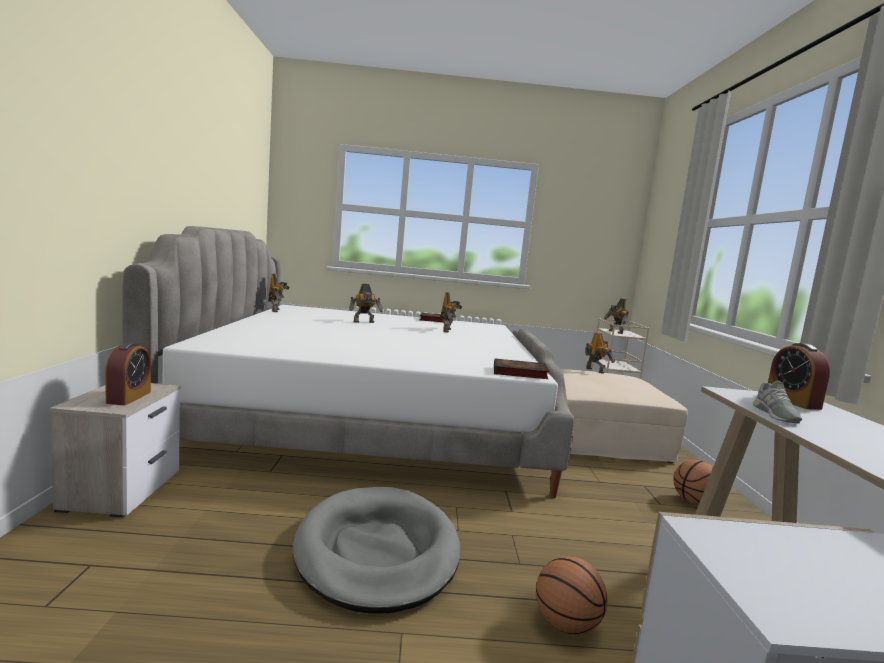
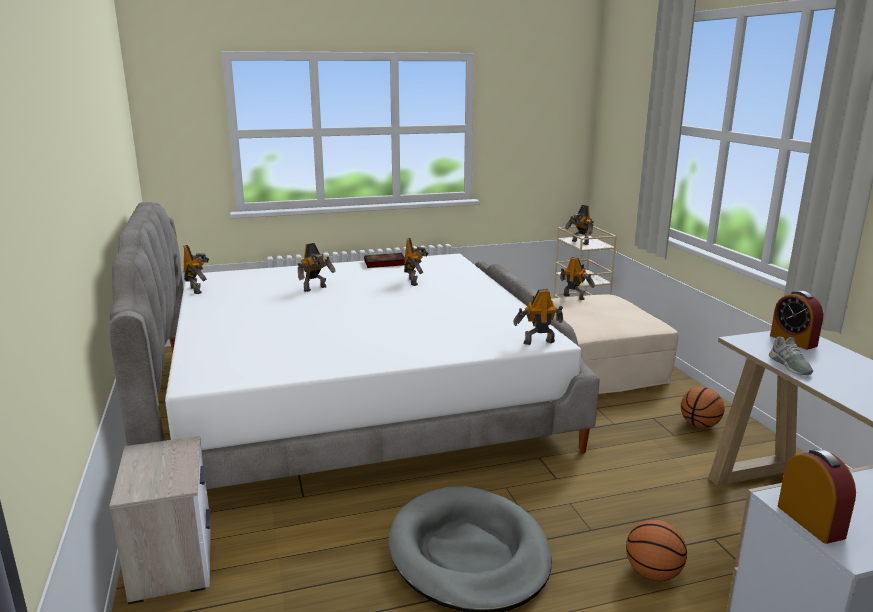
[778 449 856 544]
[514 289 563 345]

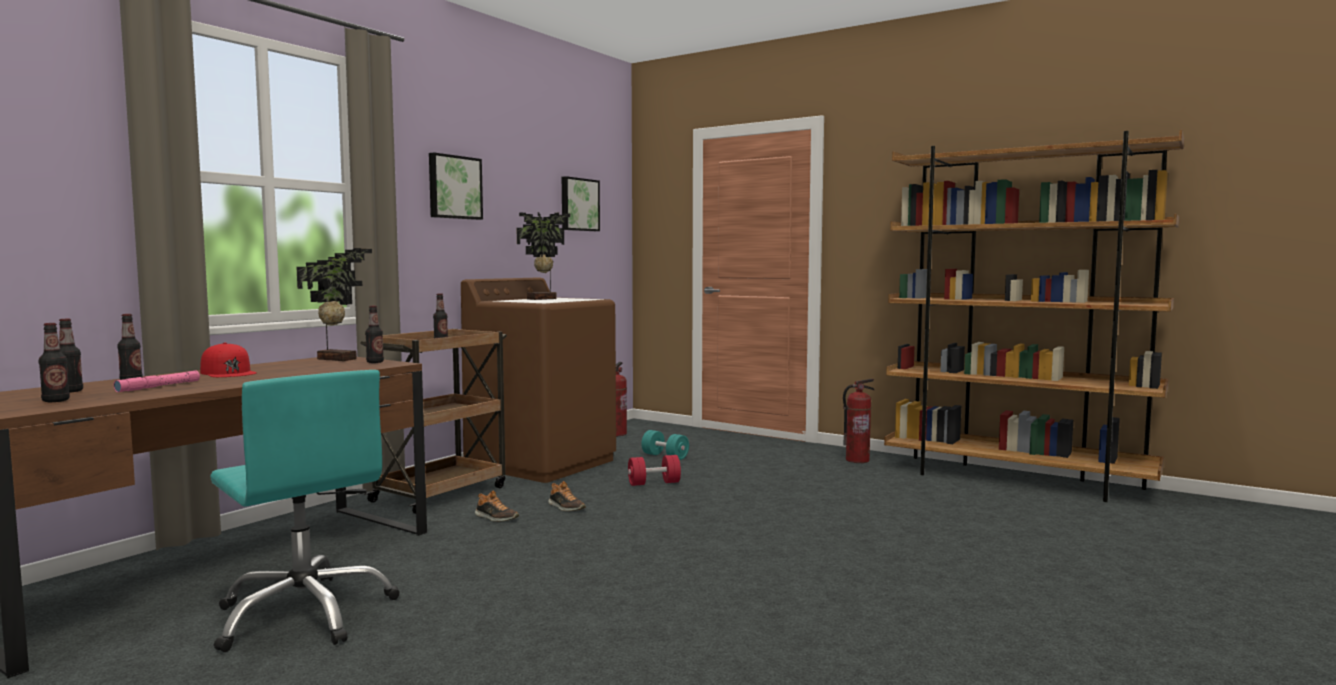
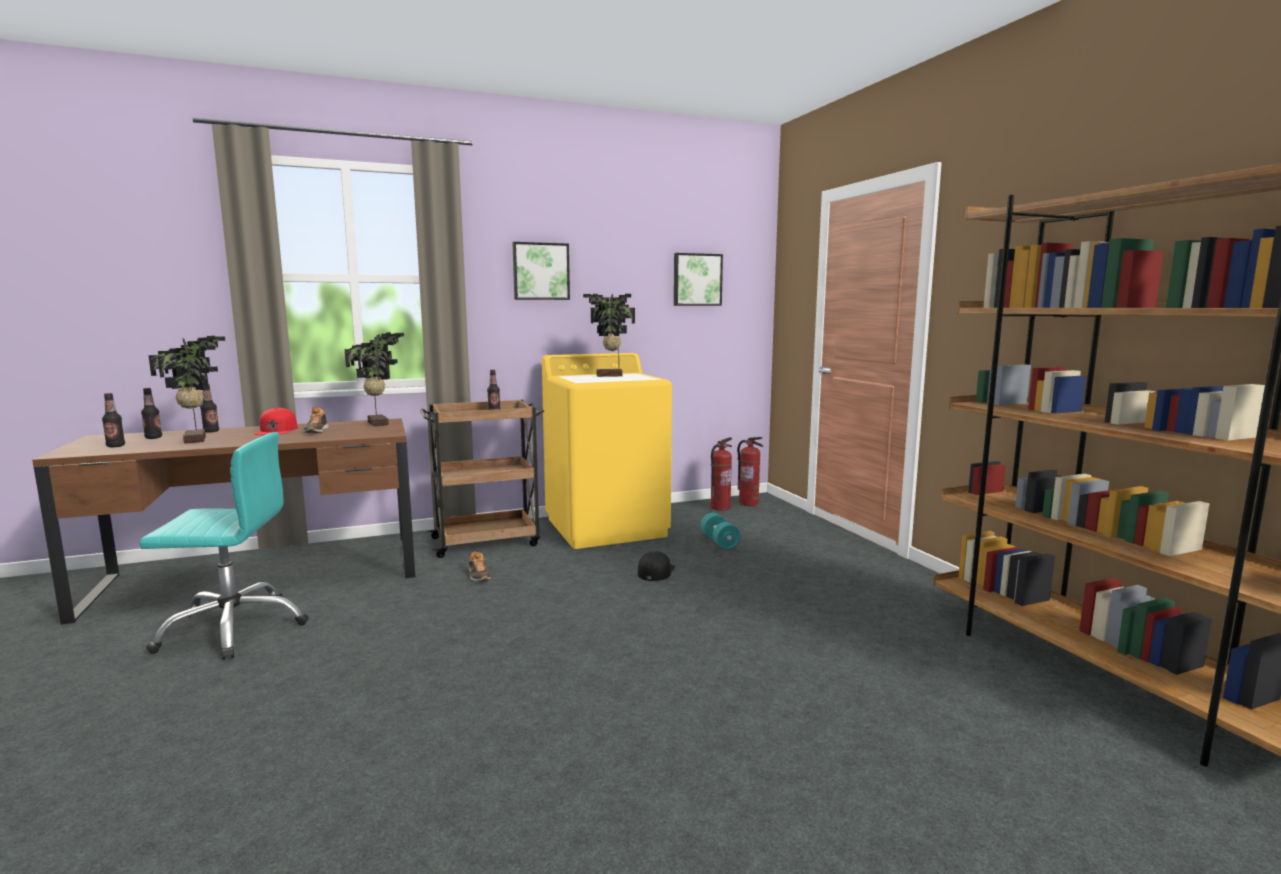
[542 353 672 549]
[365 306 384 363] (first image)
[148 336 226 444]
[139 432 309 660]
[737 437 763 506]
[638 551 675 581]
[304 406 329 433]

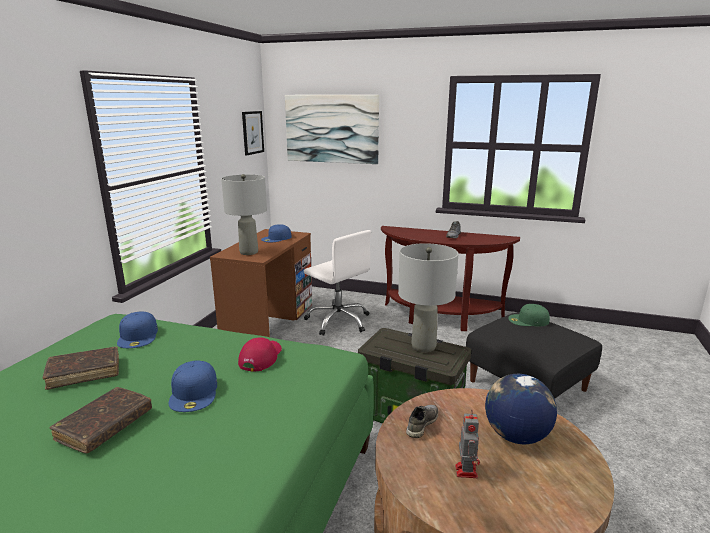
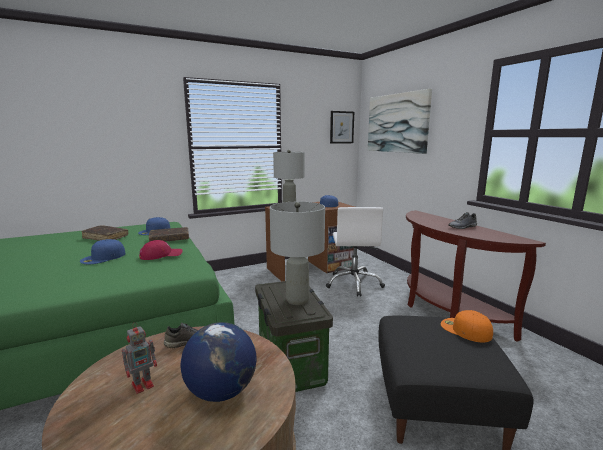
[441 310 493 343]
[149 227 189 242]

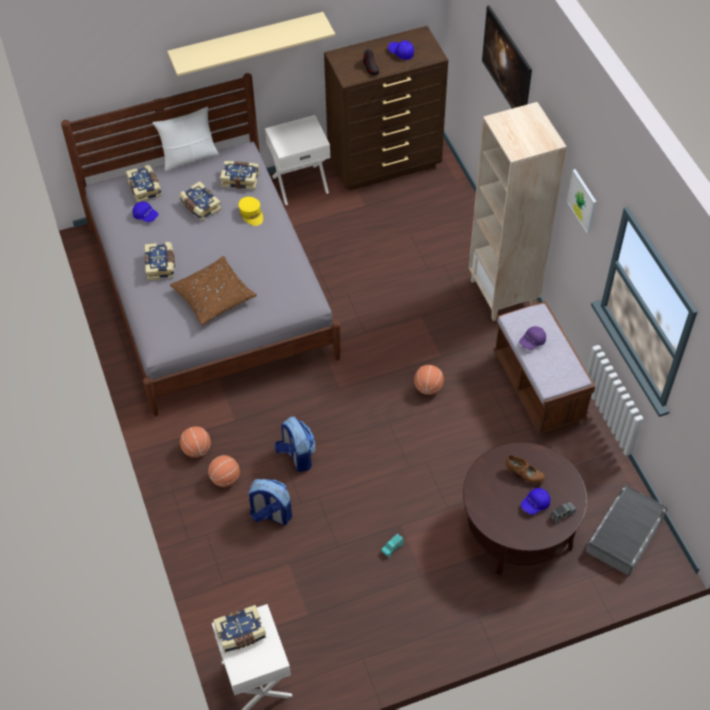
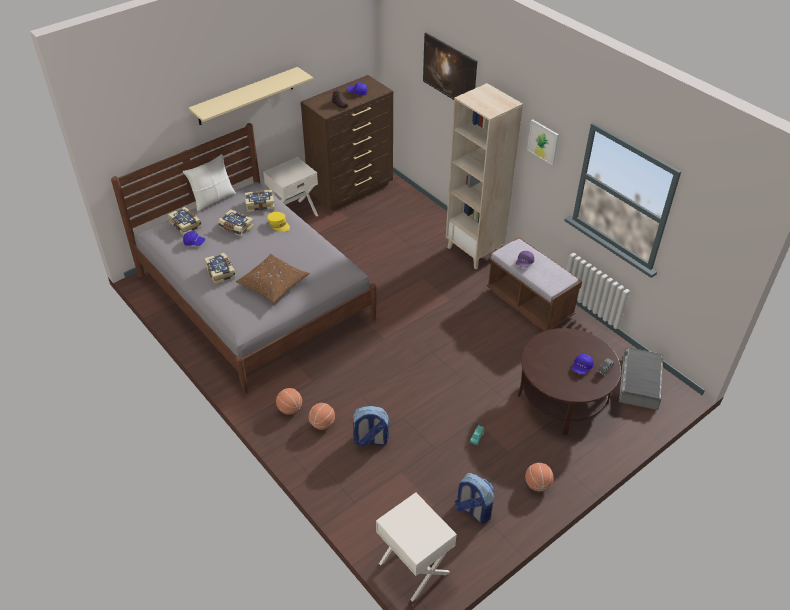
[525 463 554 492]
[455 473 494 524]
[506 455 545 483] (first image)
[213 605 267 653] (first image)

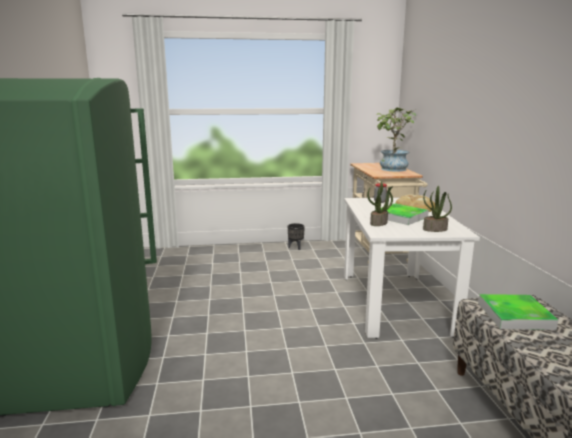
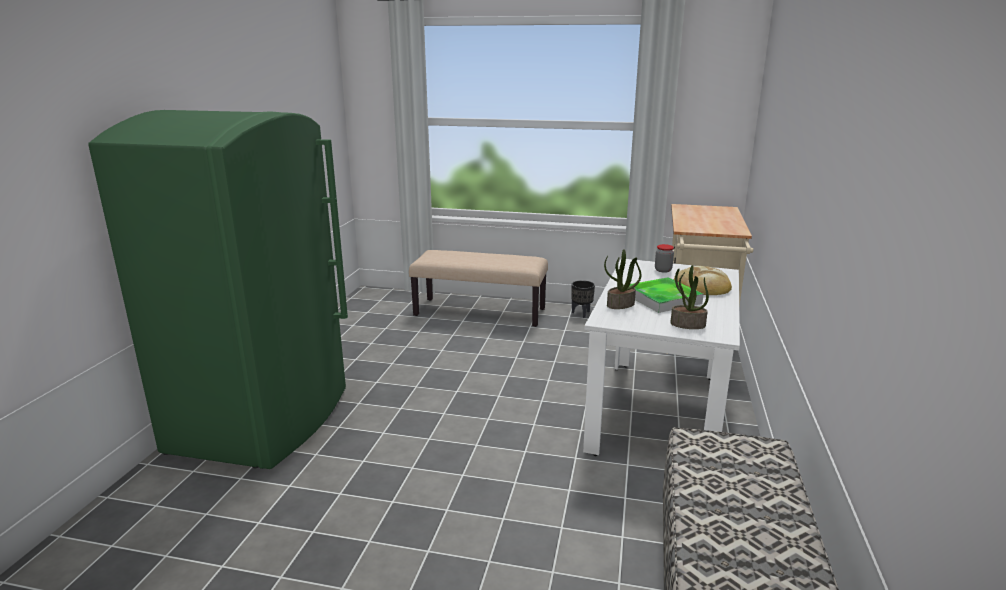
[376 108 416 171] (first image)
[478 294 558 330] (first image)
[409 250 548 327]

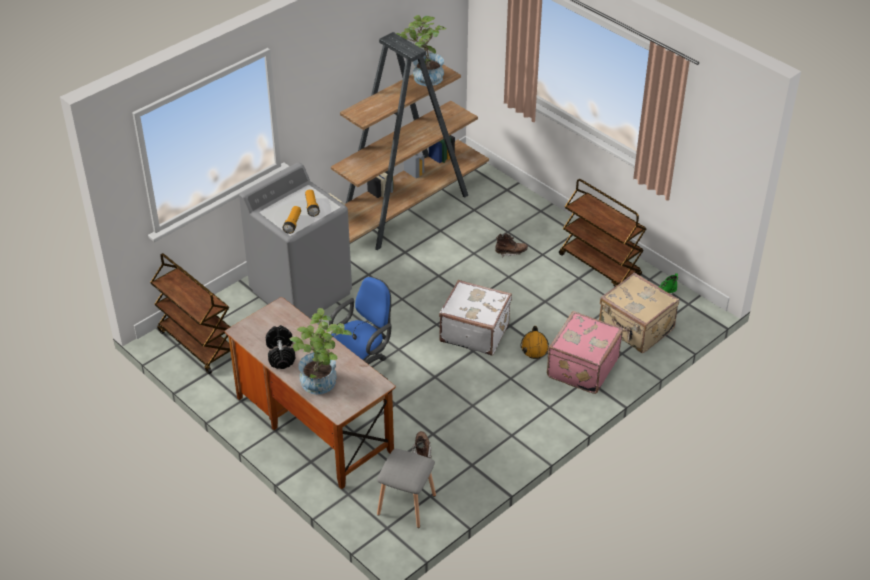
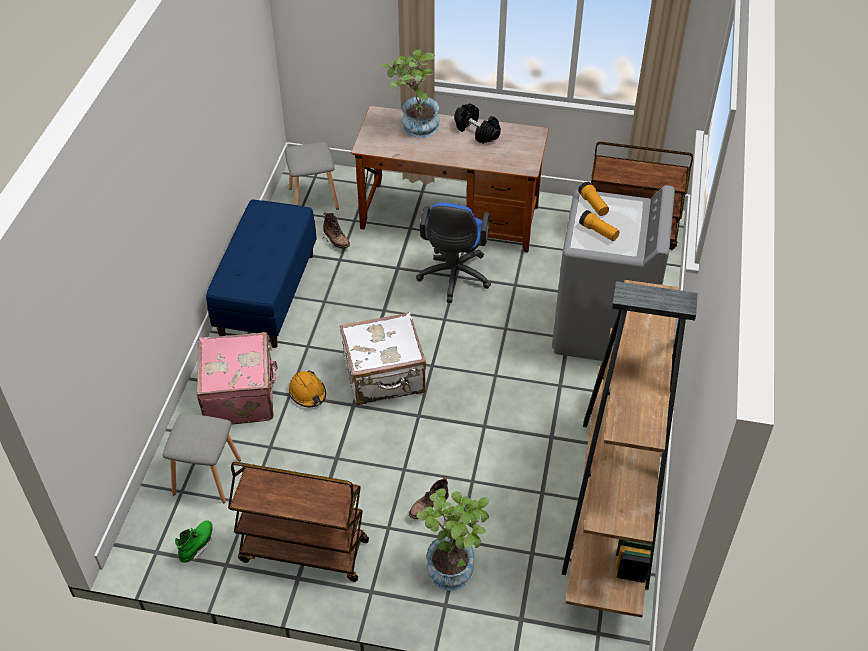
[416 489 489 591]
[163 413 241 503]
[206 200 317 348]

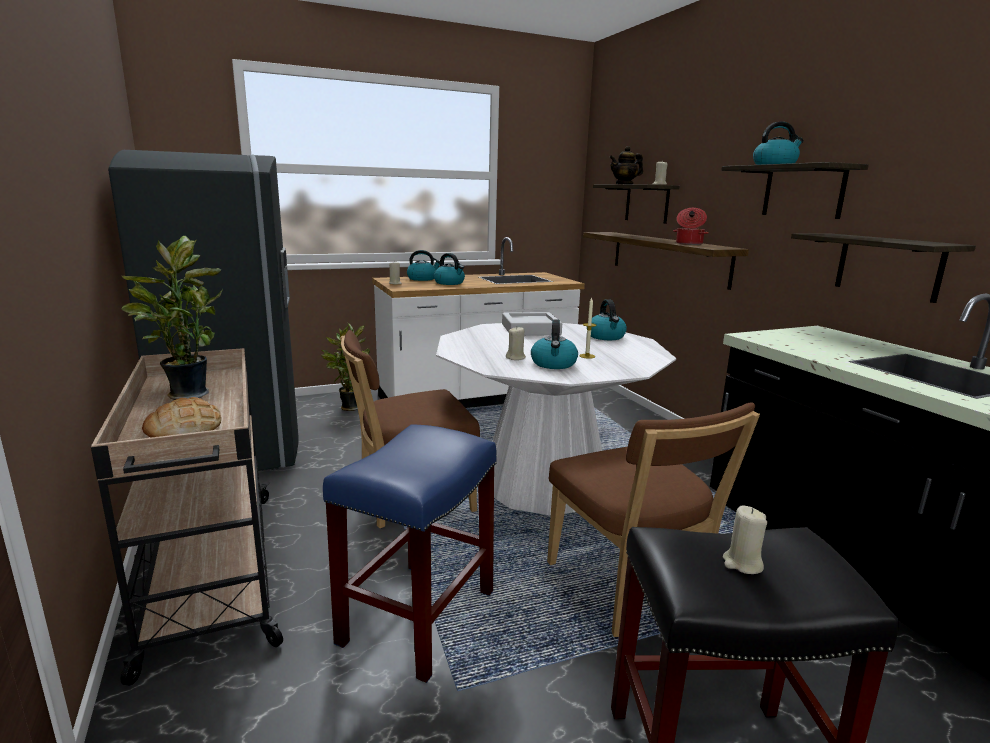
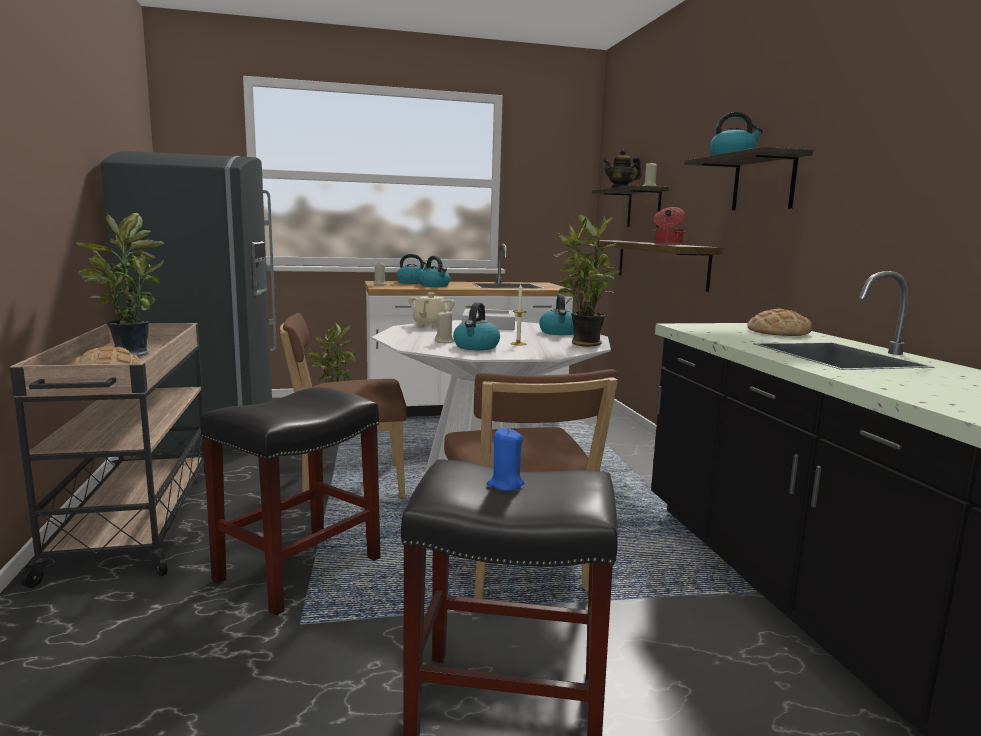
[791 233 976 303] (first image)
[200 387 381 616]
[487 428 524 491]
[554 214 621 347]
[408 293 455 328]
[747 308 812 336]

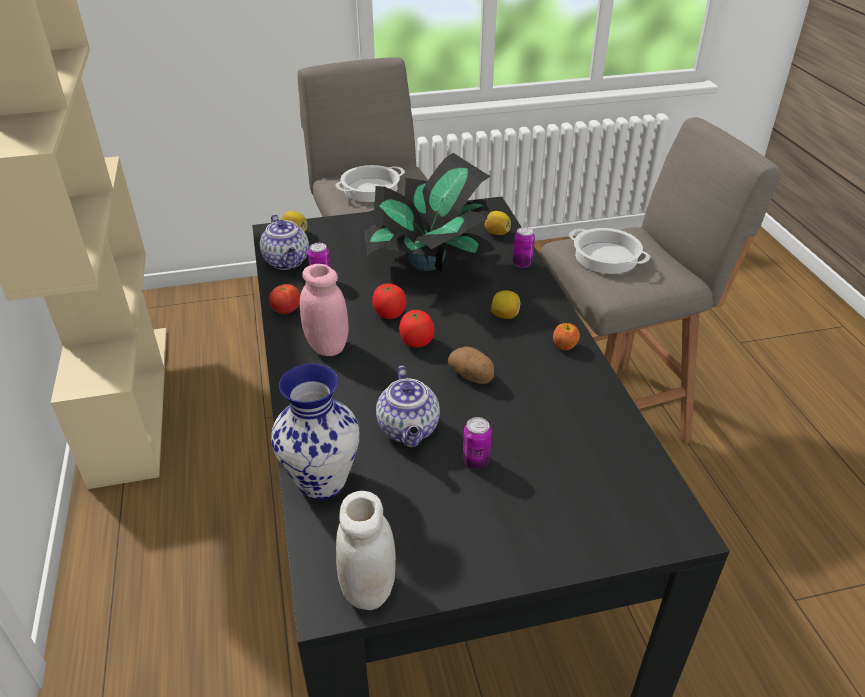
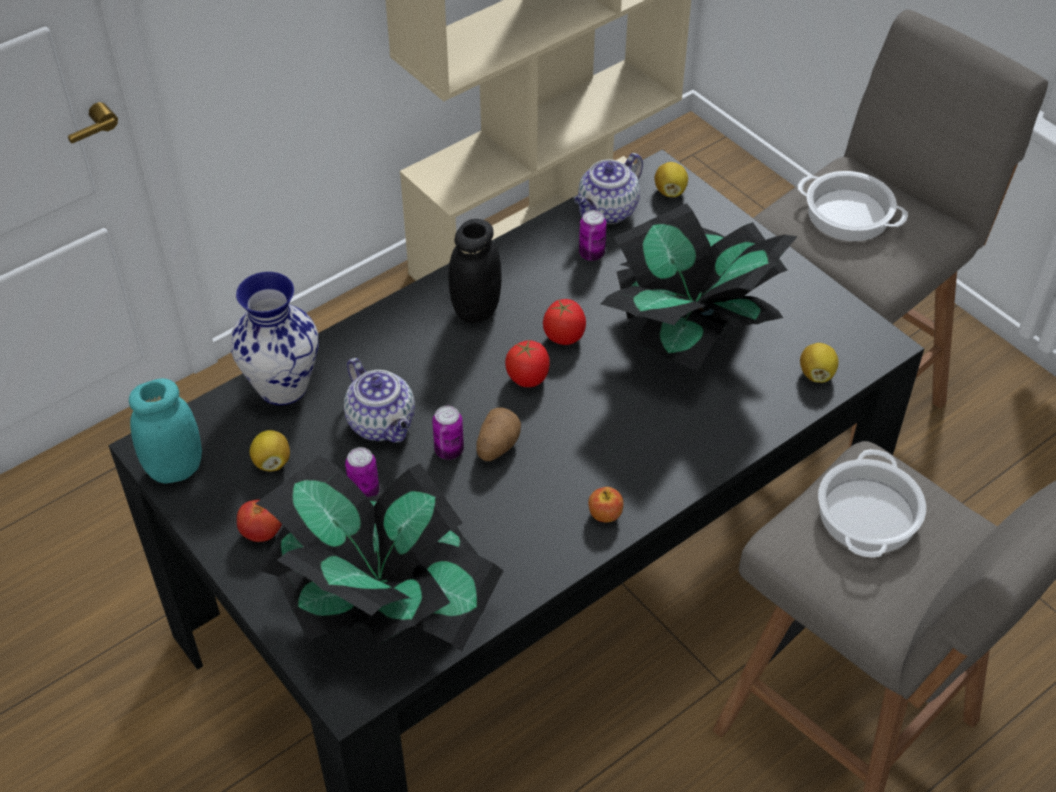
[432 406 464 460]
[449 219 502 323]
[237 499 282 542]
[250 430 290 472]
[344 358 415 443]
[129 378 202 484]
[255 456 503 652]

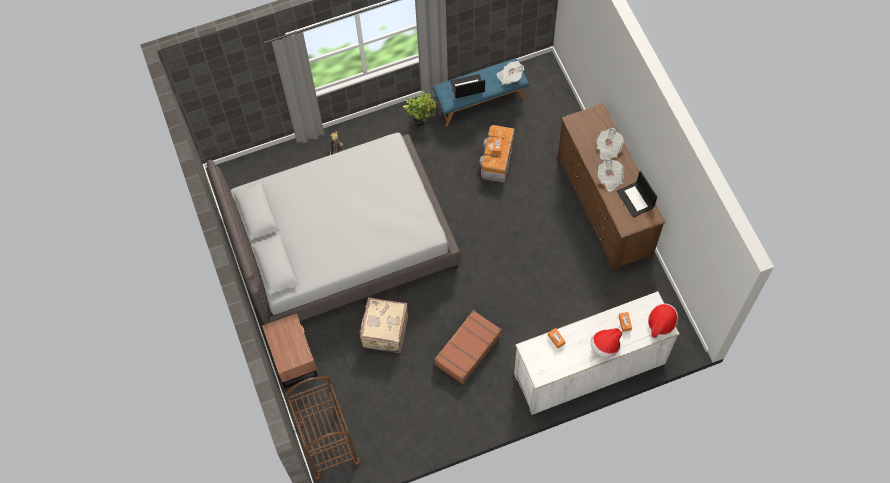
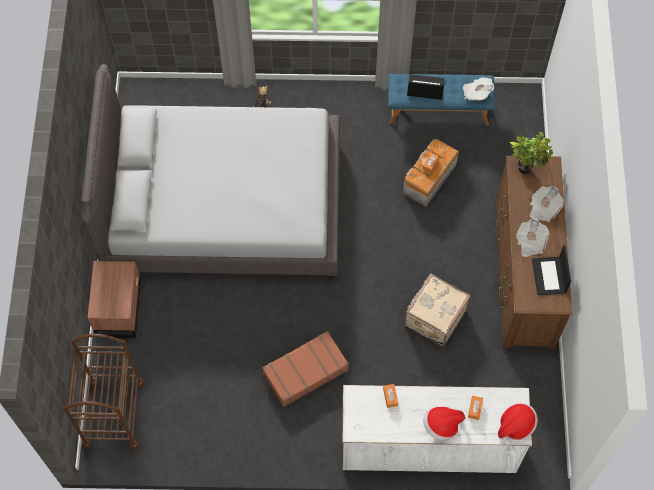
[510 132 553 174]
[404 274 470 346]

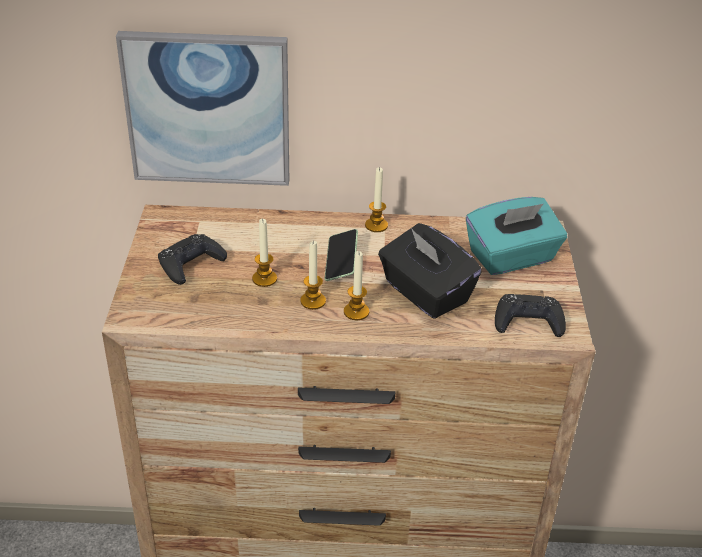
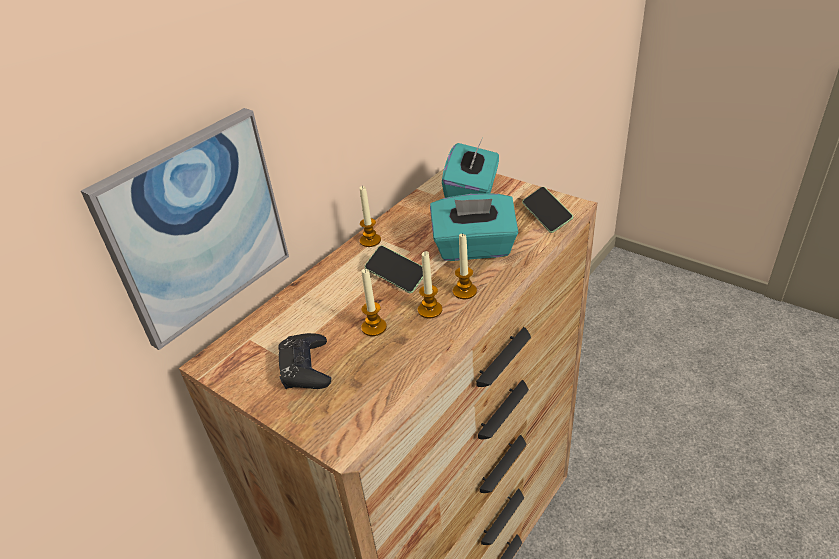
[430 193 519 261]
[522 187 573 233]

